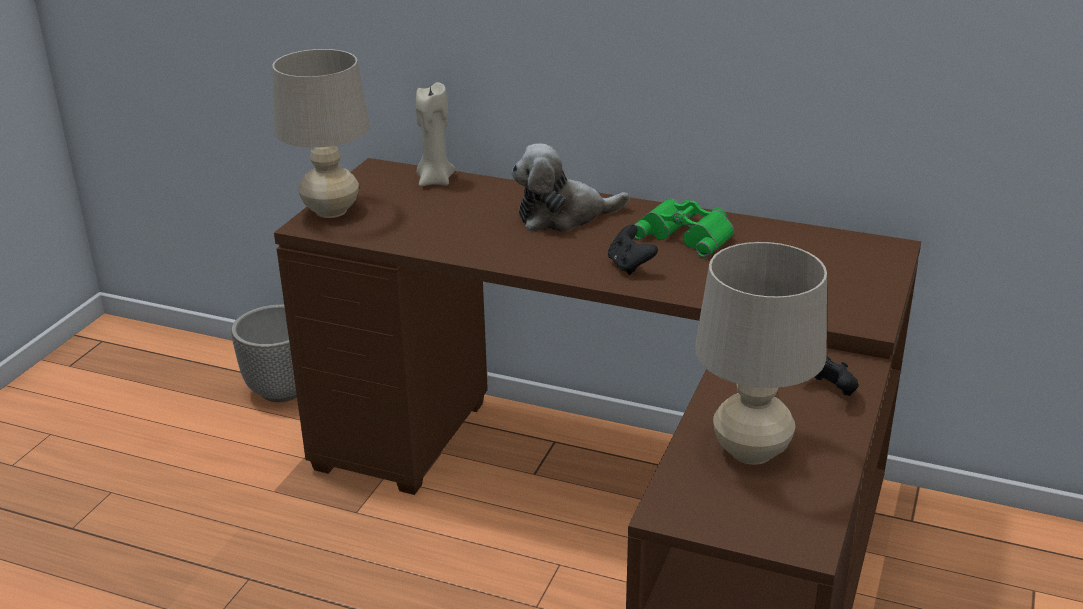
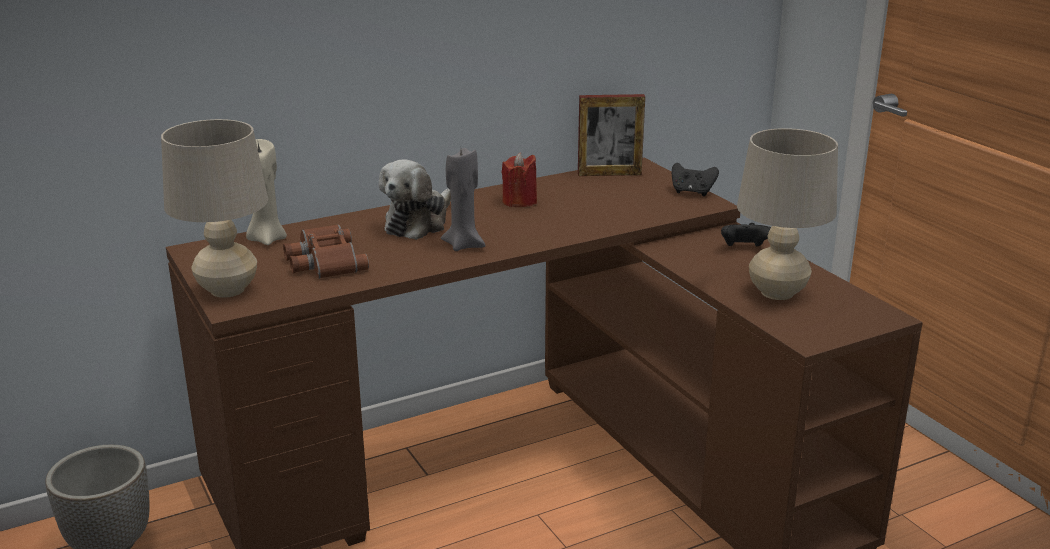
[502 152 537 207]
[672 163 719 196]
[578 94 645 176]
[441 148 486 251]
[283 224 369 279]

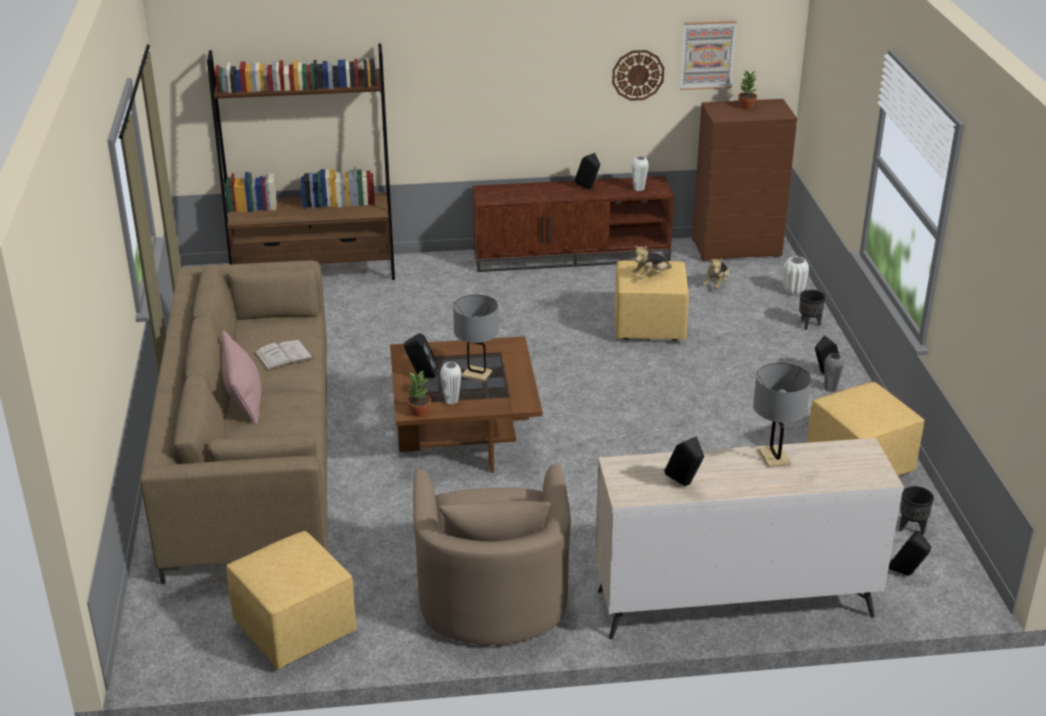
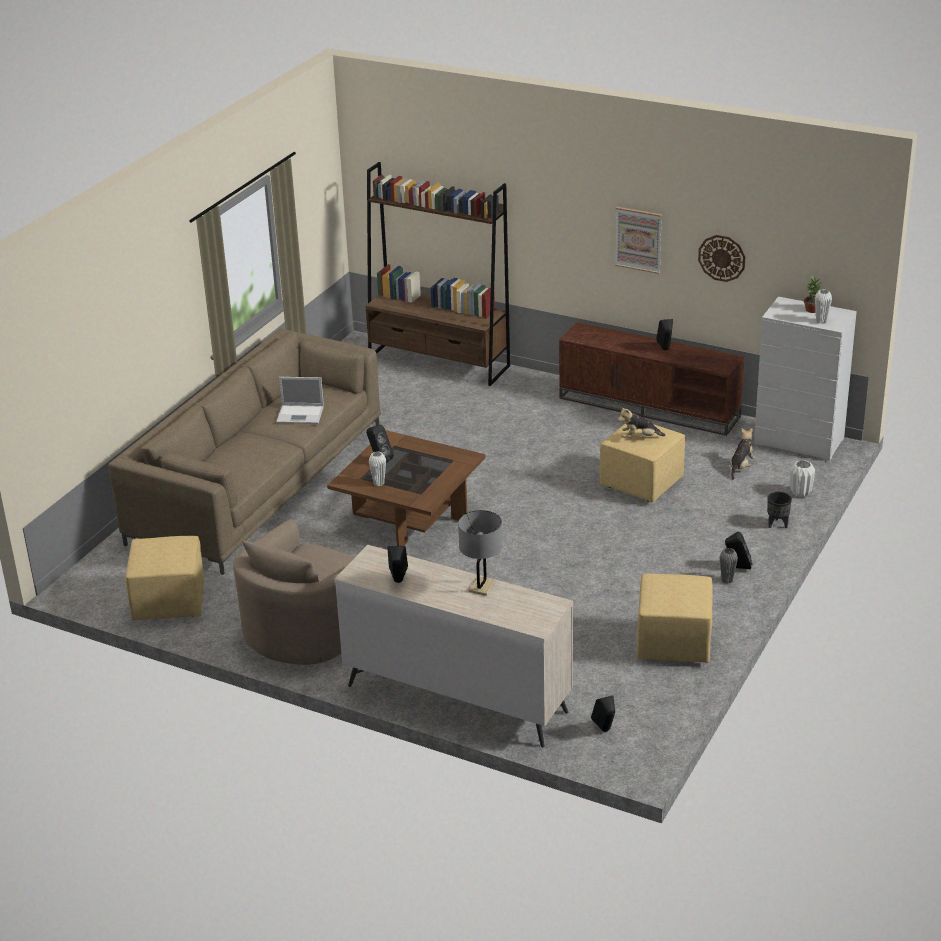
[615 207 662 274]
[754 297 857 461]
[815 289 832 324]
[730 428 756 480]
[453 295 498 382] (first image)
[222 331 262 425] (first image)
[276 377 324 424]
[407 371 431 417] (first image)
[899 486 934 535] (first image)

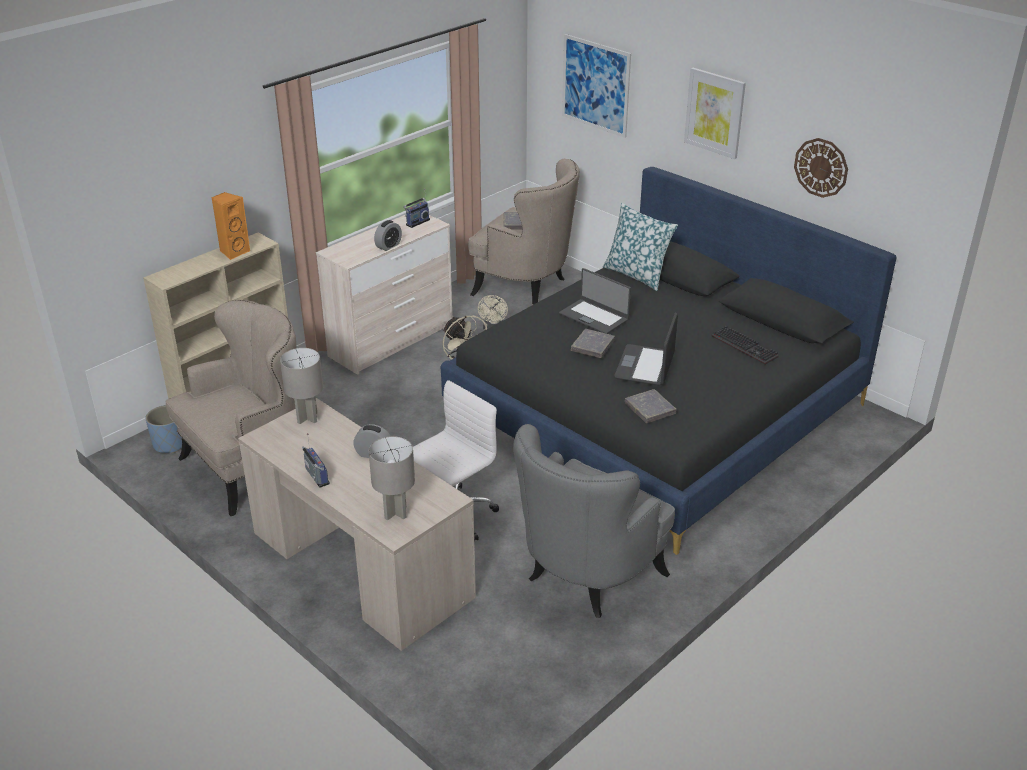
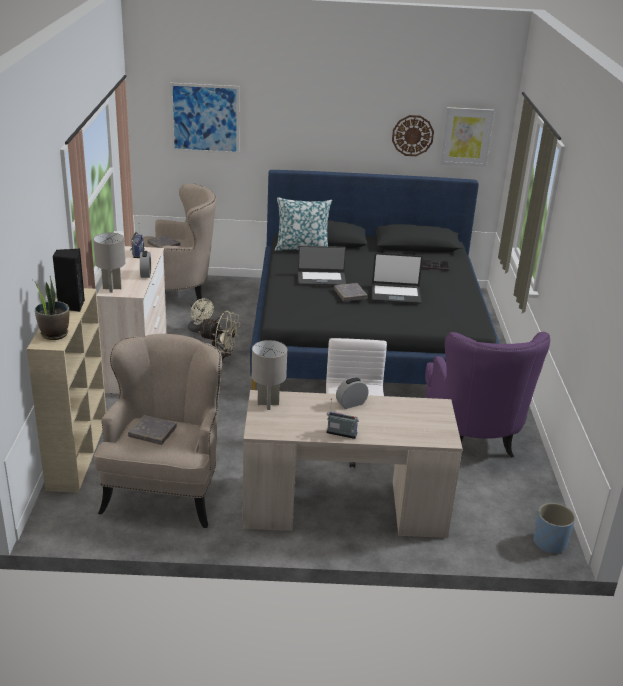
[440 107 494 167]
[52 249 85 312]
[372 253 423 304]
[128 415 177 445]
[534 503 575 554]
[425 332 550 457]
[93 233 125 293]
[33 276 69 340]

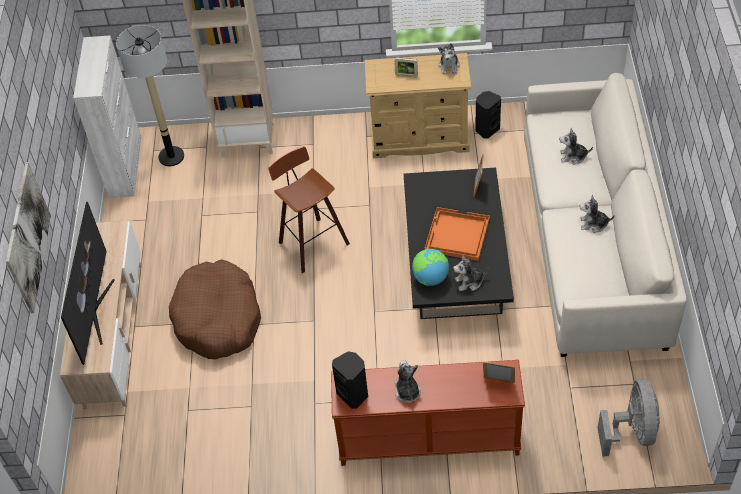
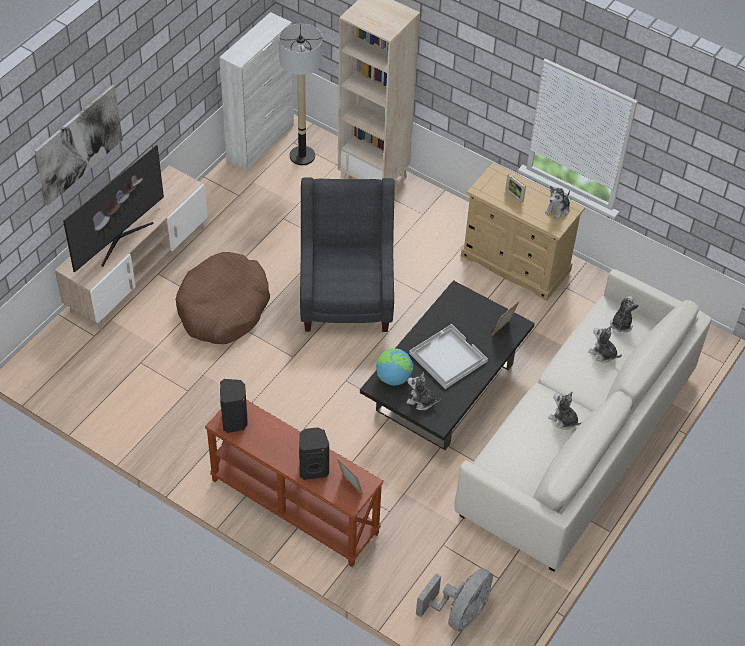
[299 427 329 480]
[300 177 395 332]
[409 324 488 389]
[610 296 639 333]

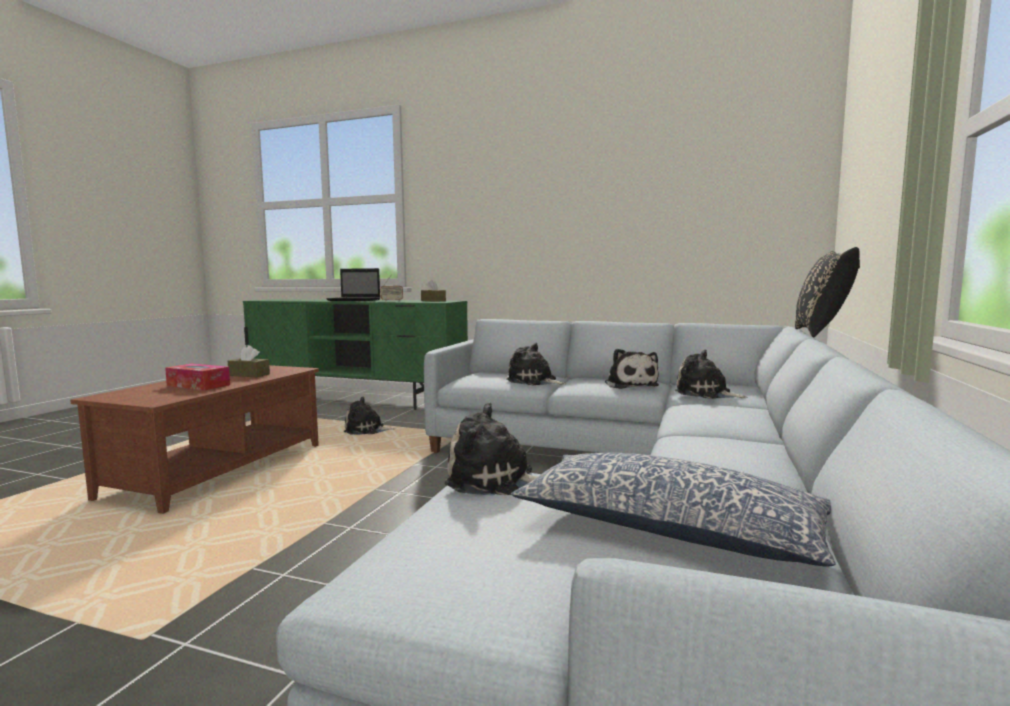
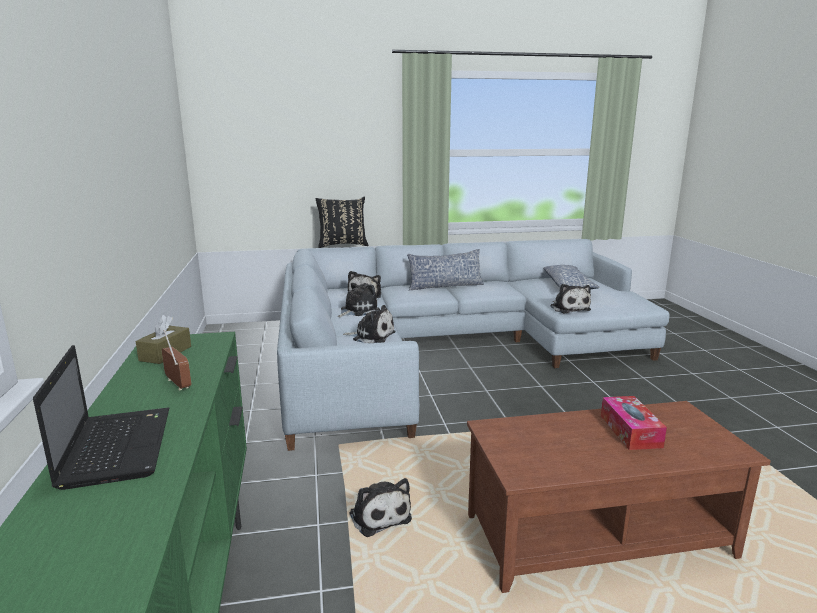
[343 305 395 343]
[228 345 270 377] (first image)
[407 249 484 291]

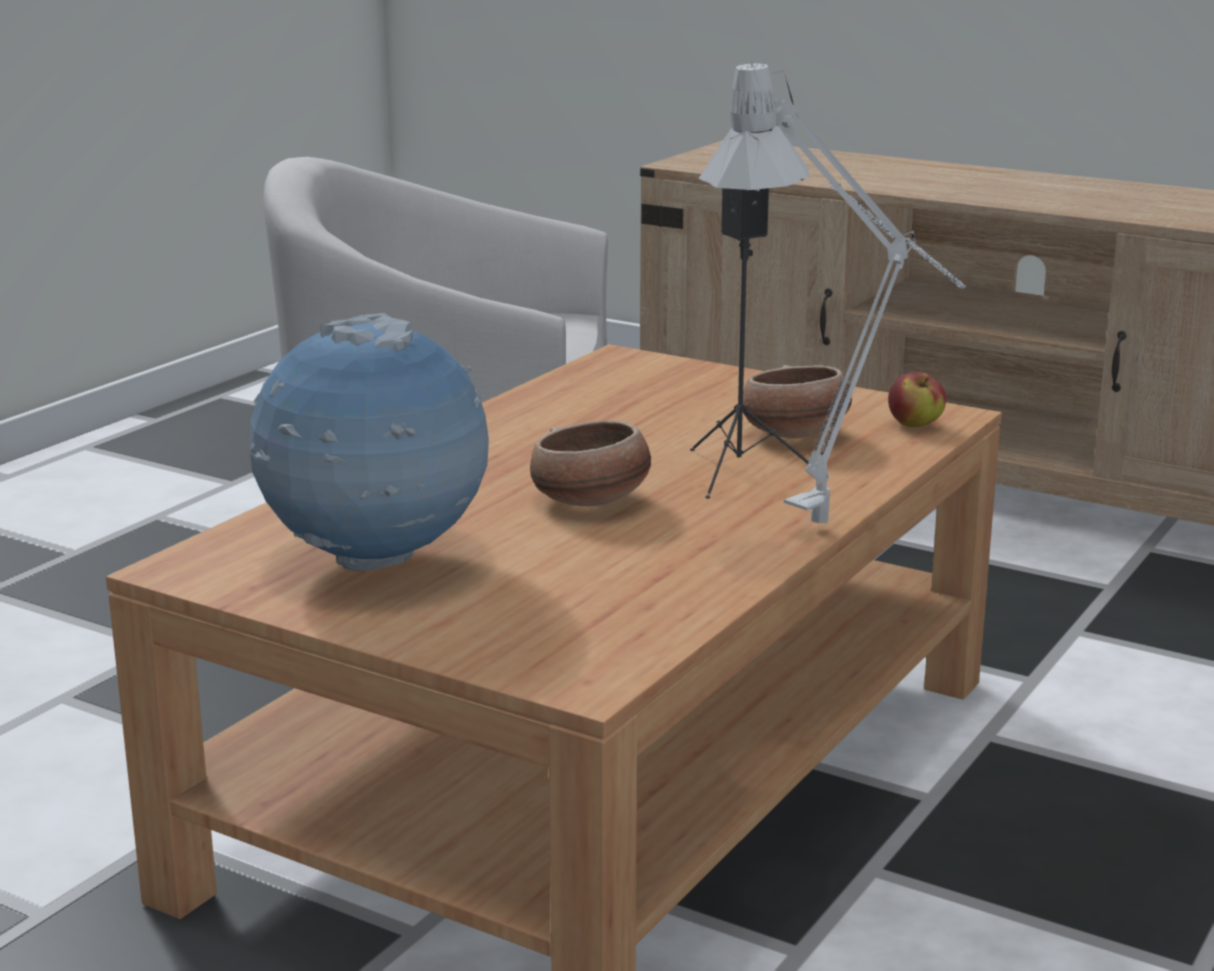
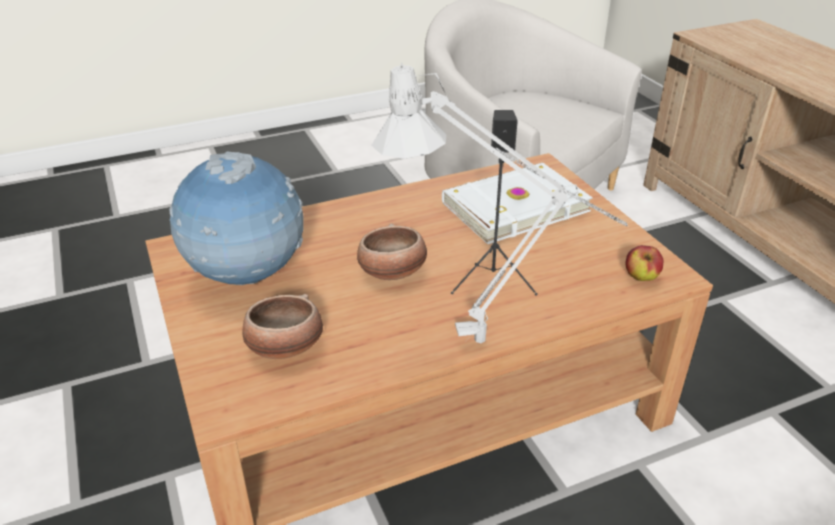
[243 294 323 359]
[442 163 593 244]

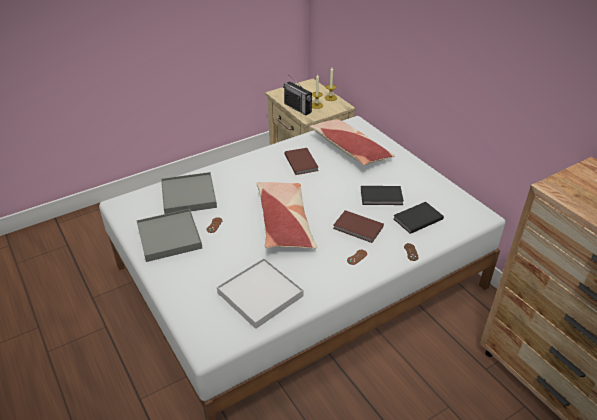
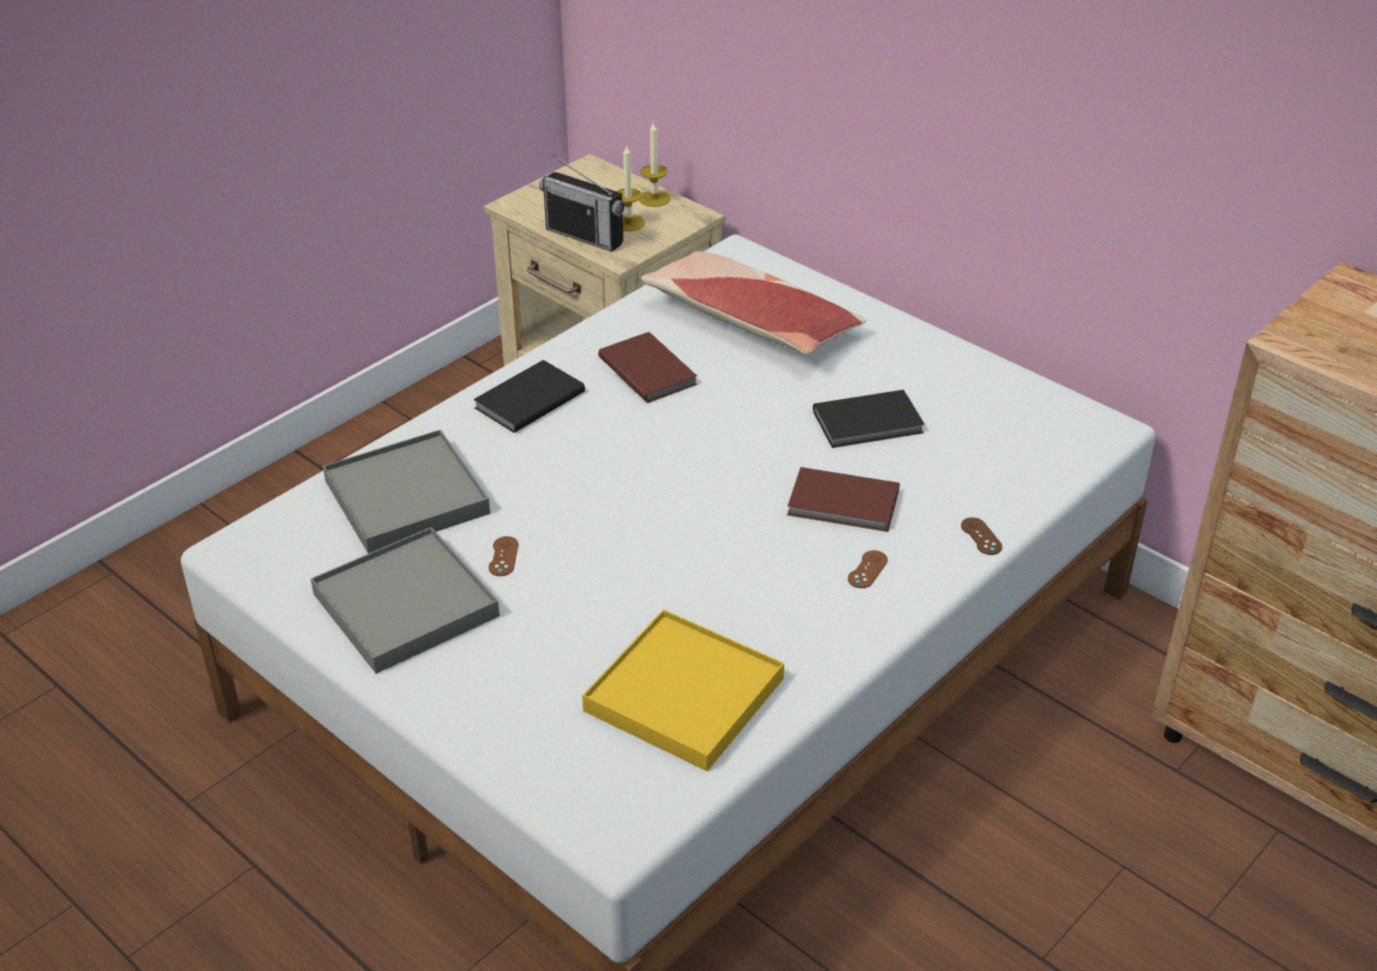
[256 182 317 249] (first image)
[473 360 585 433]
[582 609 784 771]

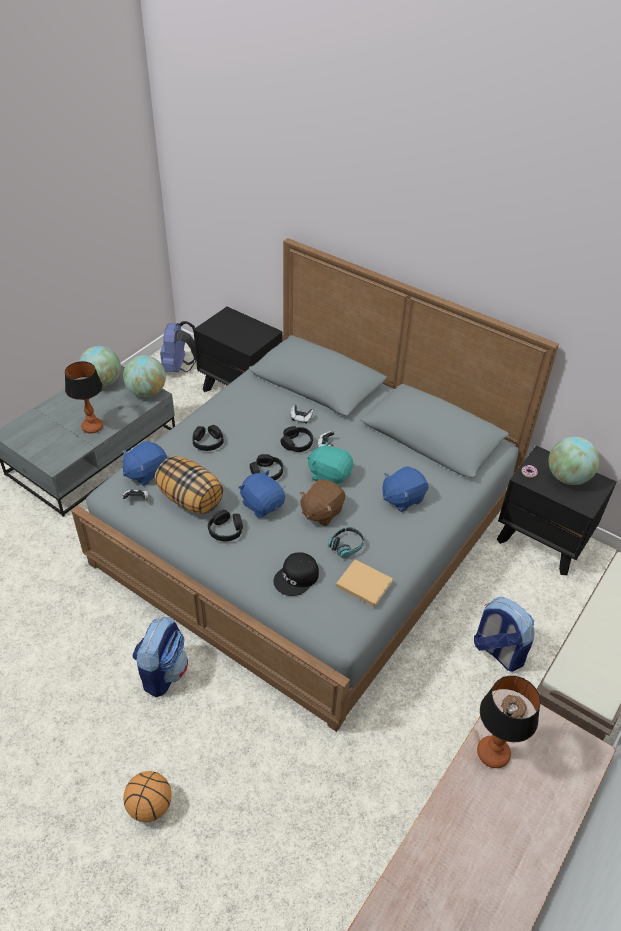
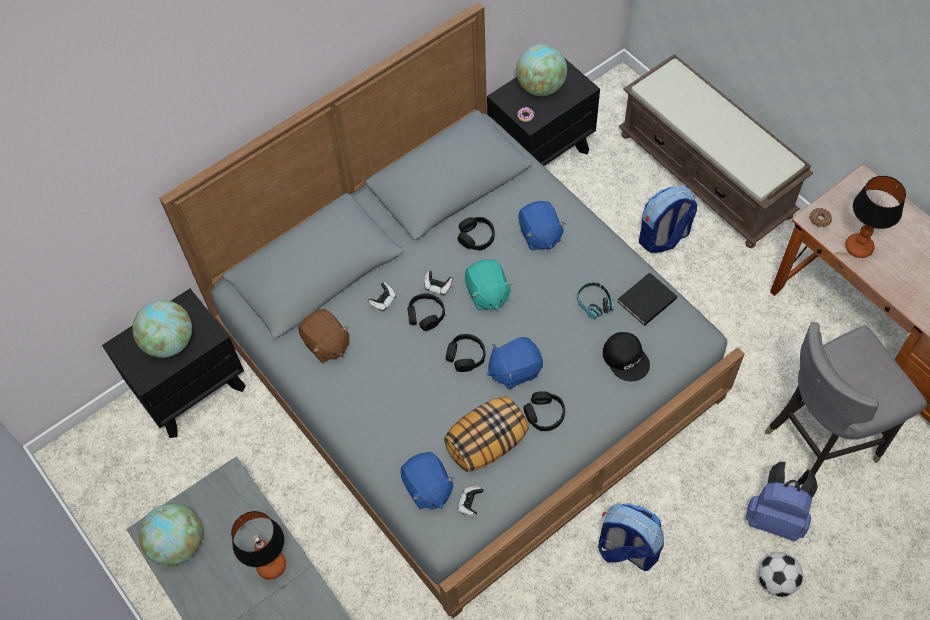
[745 462 818 541]
[132 300 192 358]
[457 217 495 250]
[465 259 513 310]
[298 309 350 363]
[617 272 677 326]
[758 552 803 597]
[765 322 927 474]

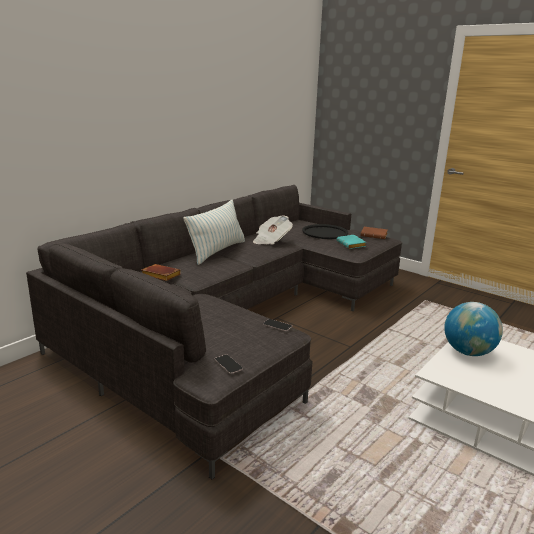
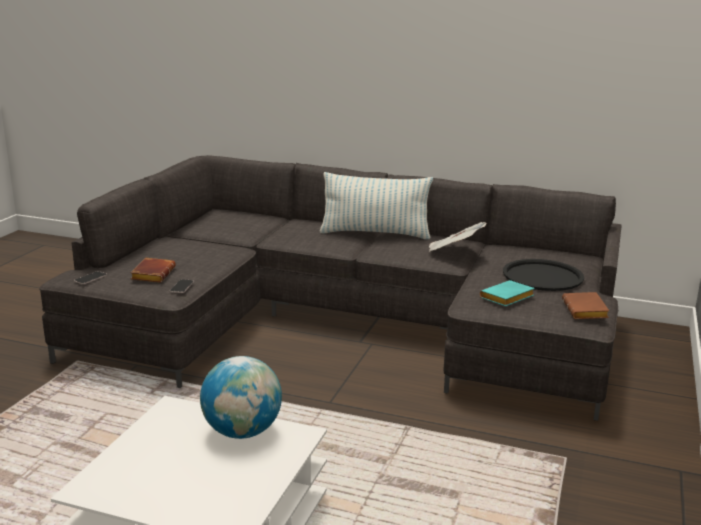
[130 257 176 283]

